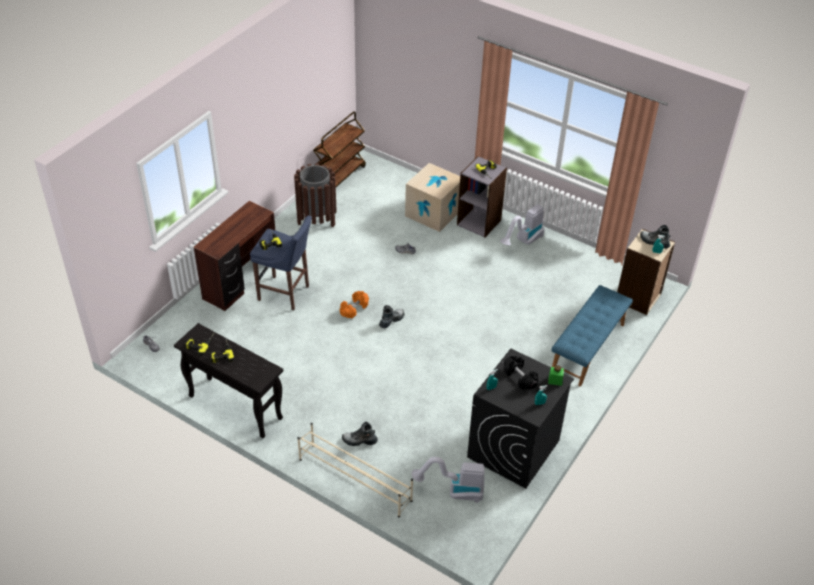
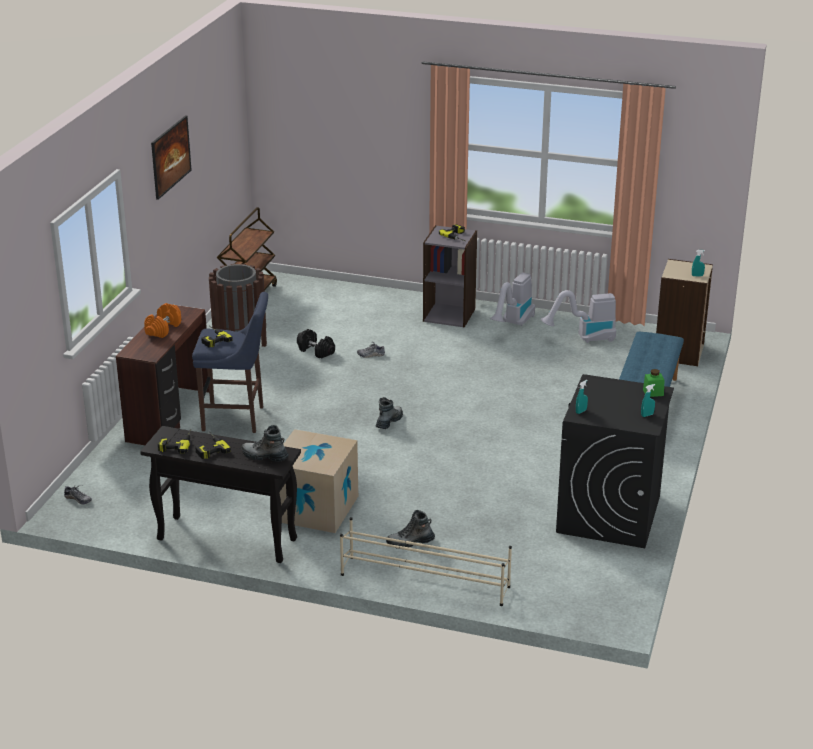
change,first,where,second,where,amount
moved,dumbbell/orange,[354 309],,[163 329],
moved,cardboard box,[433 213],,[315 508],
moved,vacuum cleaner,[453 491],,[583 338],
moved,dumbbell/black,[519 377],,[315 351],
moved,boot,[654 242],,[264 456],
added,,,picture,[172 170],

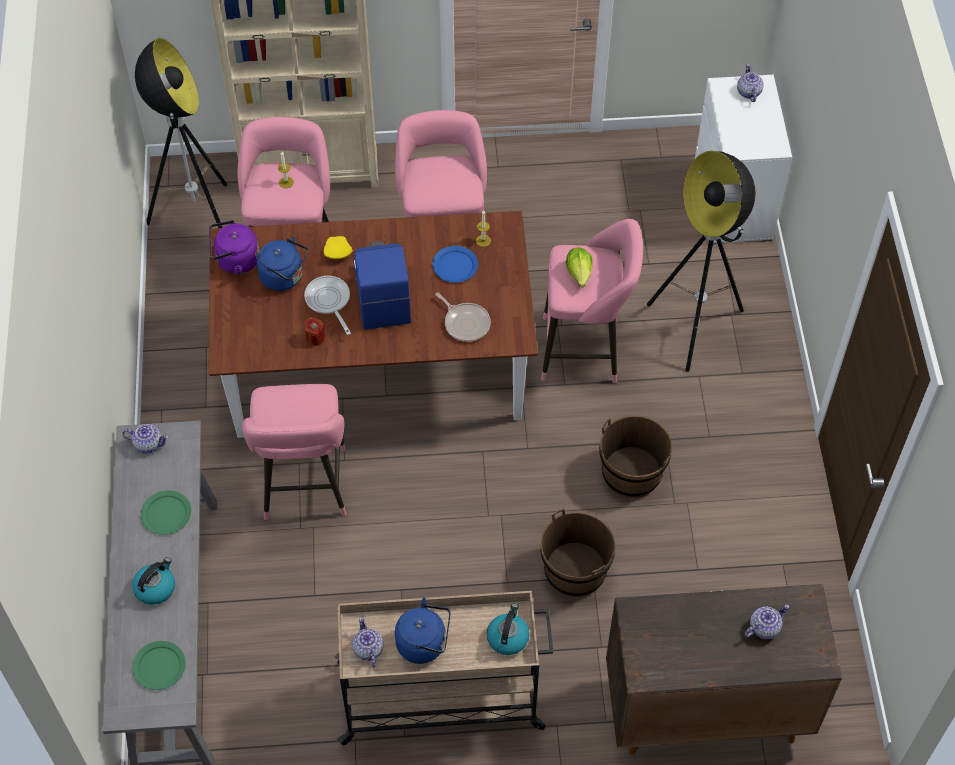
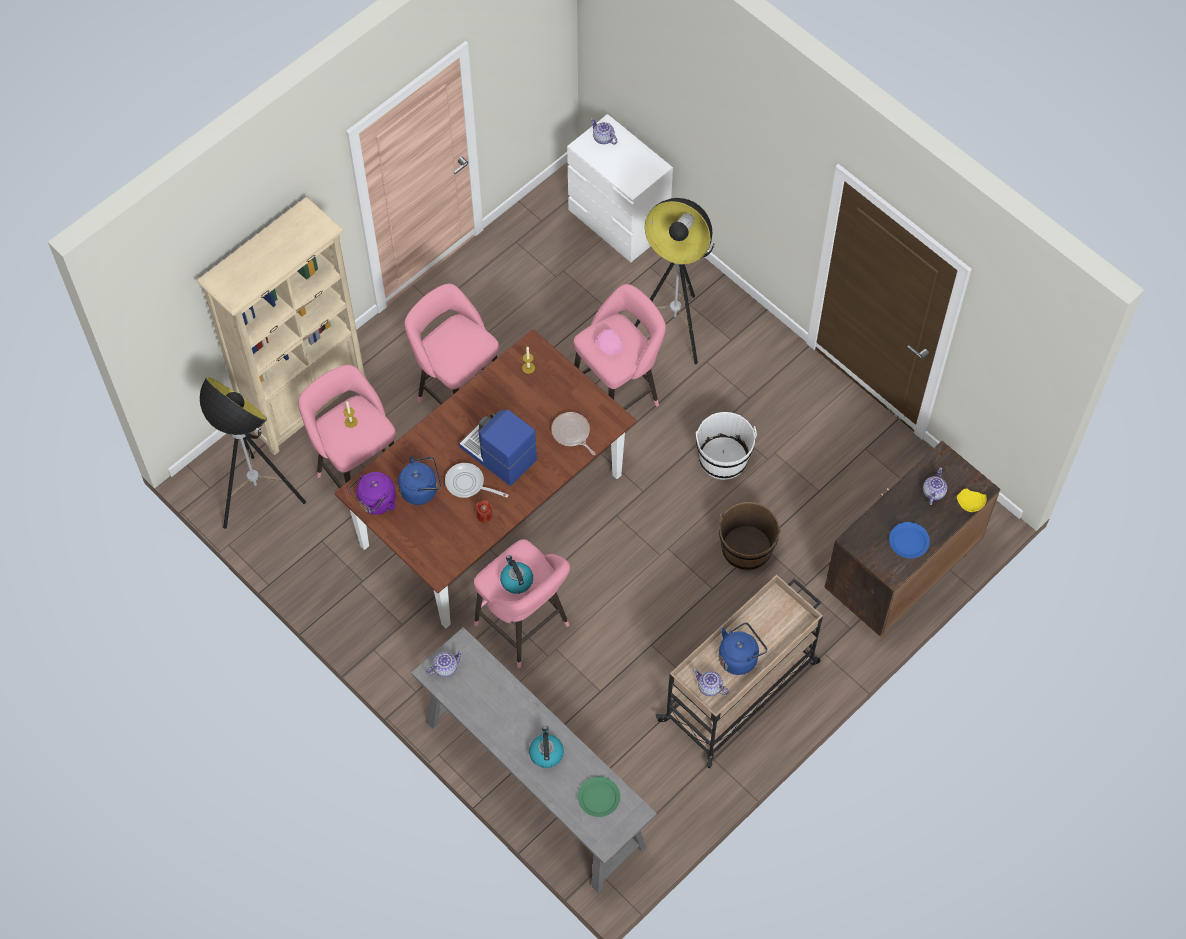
change,first,where,second,where,amount
removed,plate/green,[166 513],,,
moved,plate/yellow,[337 253],,[970 503],
moved,plate/blue,[454 265],,[908 541],
turned,frying pan,[465 323],,[572 433],135 degrees counterclockwise
moved,kettle,[507 637],,[516 580],
replaced,lettuce,[579 273],plate/pink,[610 346],
recoloured,bucket/brown,[631 473],bucket/white,[723 458],

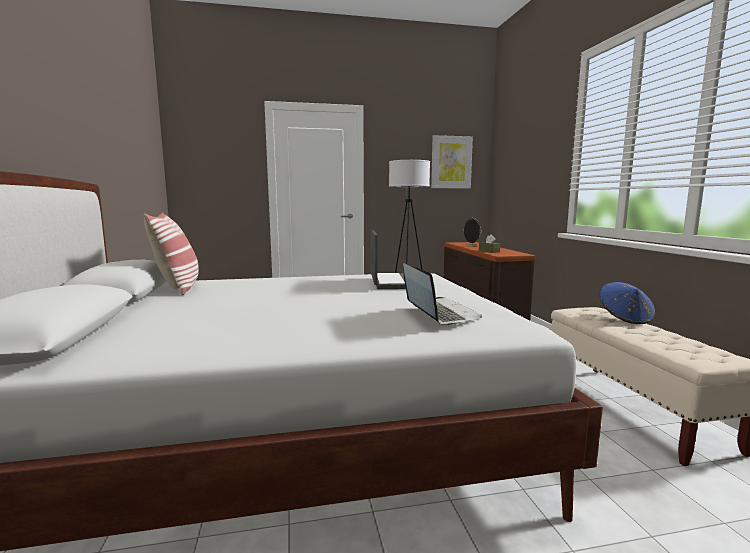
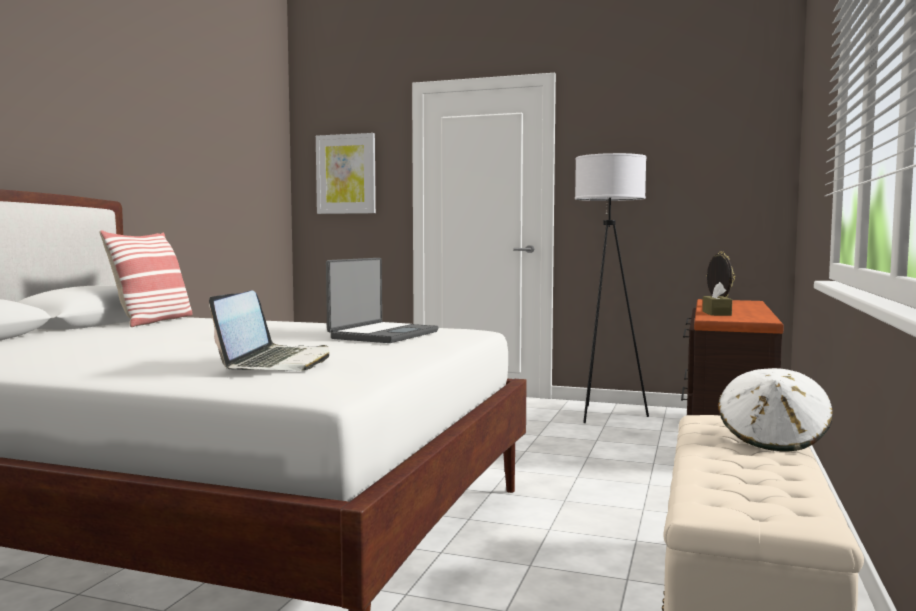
change,first,where,second,where,amount
moved,picture,[451 162],,[346 174],
recoloured,hat/blue,[624 318],hat/white,[773 440],

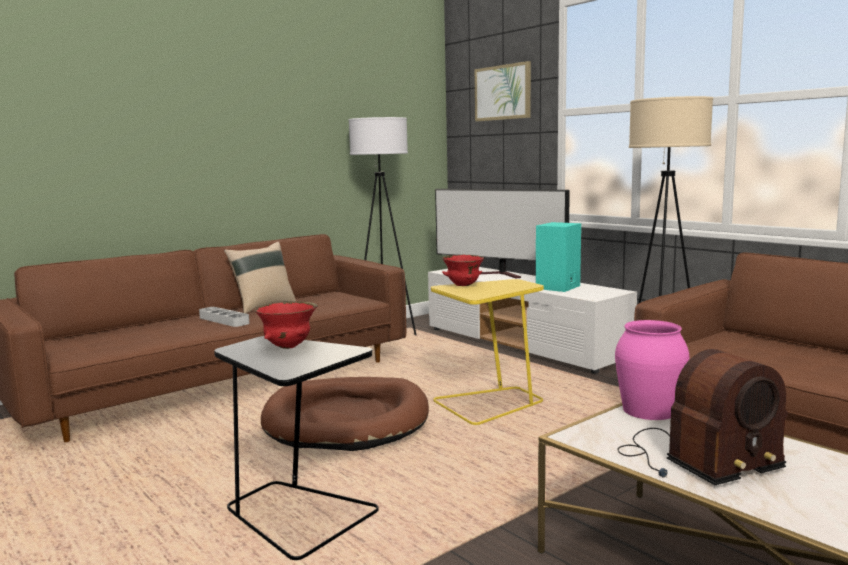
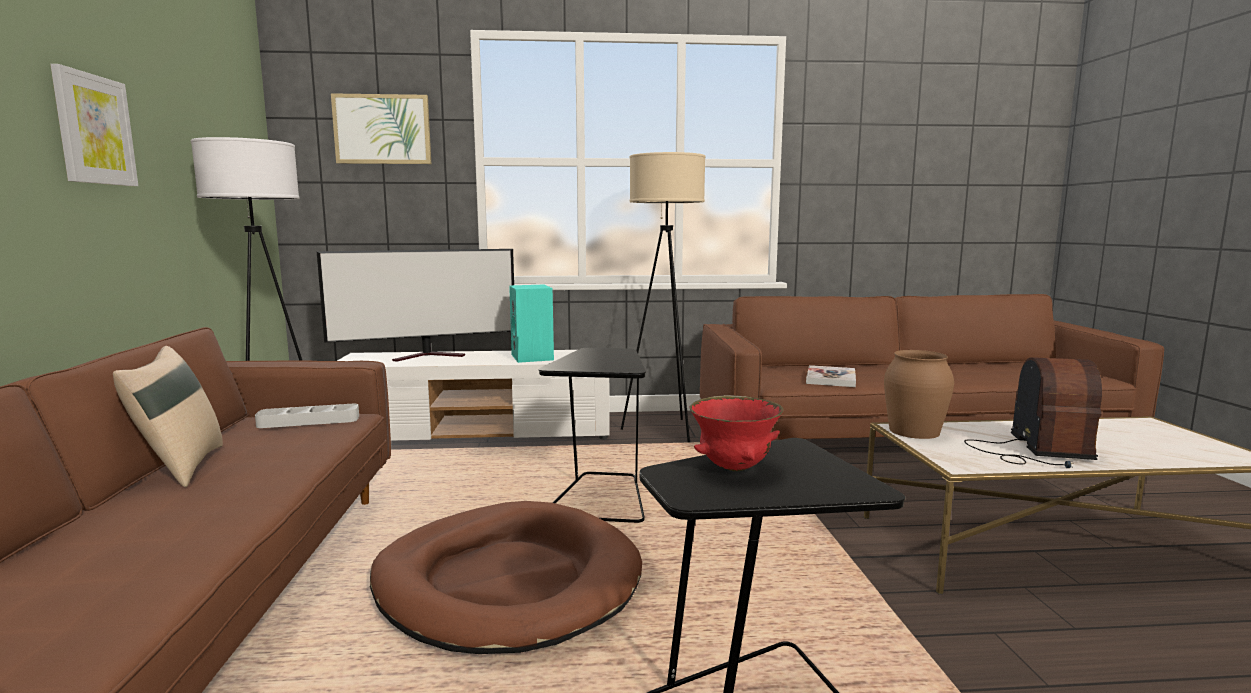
change,first,where,second,where,amount
moved,tray/grey,[224 320],,[309 421],
recoloured,side table/yellow,[489 404],side table/black,[600 498],
removed,bowl/red,[463 286],,,
recoloured,vase/pink,[650 410],vase/brown,[915 431],
added,,,picture,[93 130],
added,,,book,[831 378],

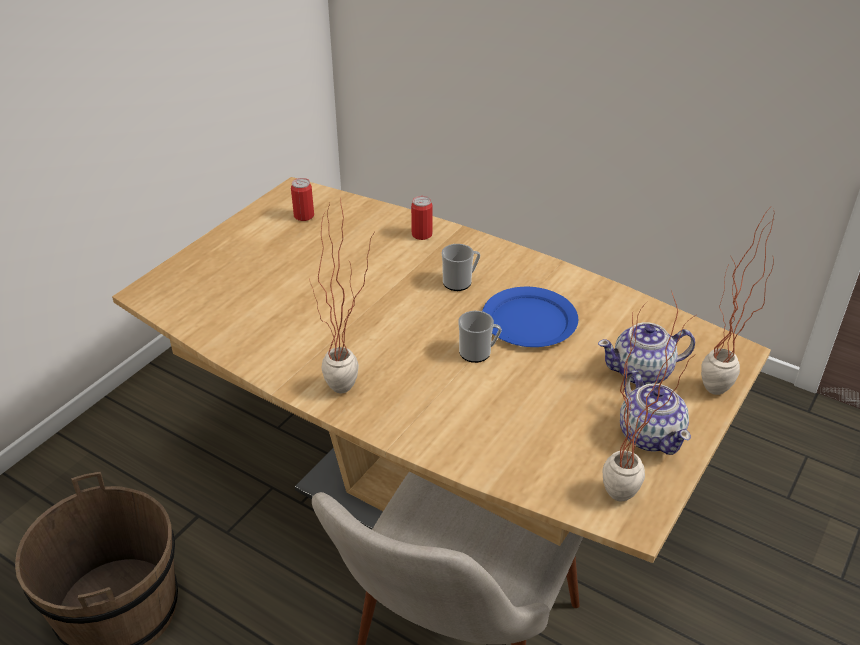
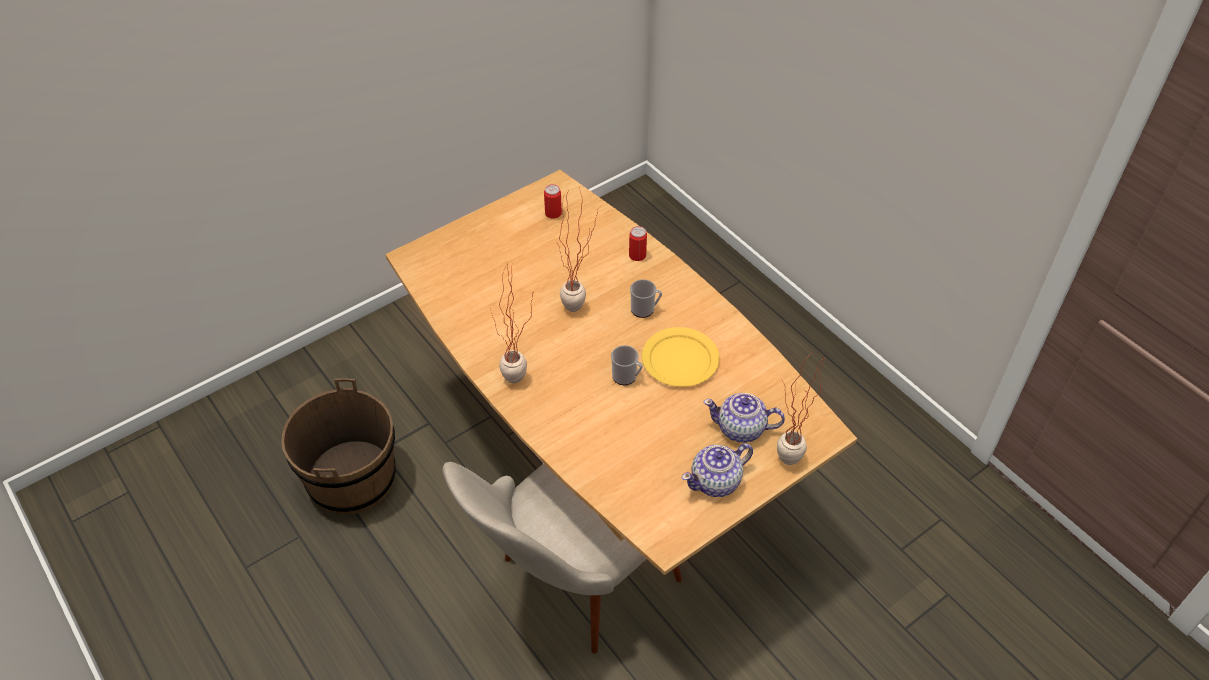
change,first,where,second,where,amount
recoloured,plate/blue,[528 321],plate/yellow,[679 359],
moved,potted plant,[632 495],,[581 310],
turned,teapot,[650 435],,[716 481],60 degrees clockwise

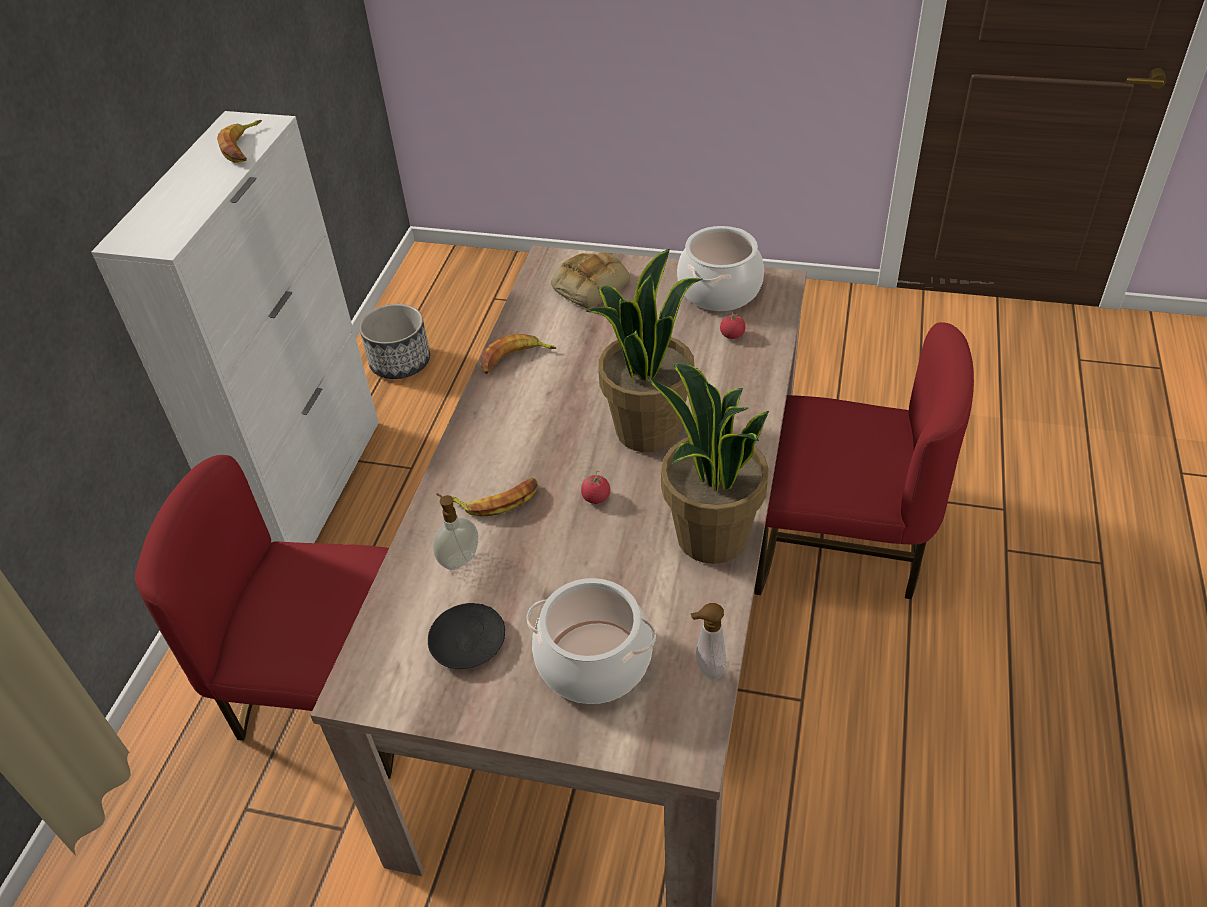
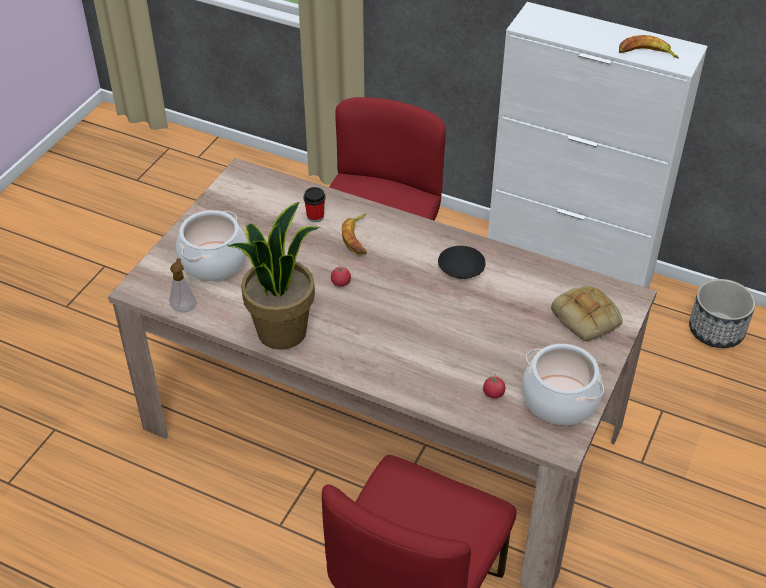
change,first,where,second,where,amount
moved,plate/black,[469 641],,[461 267],
replaced,soap dispenser,[459 559],cup,[315 216],
removed,banana,[514 359],,,
removed,potted plant,[647 429],,,

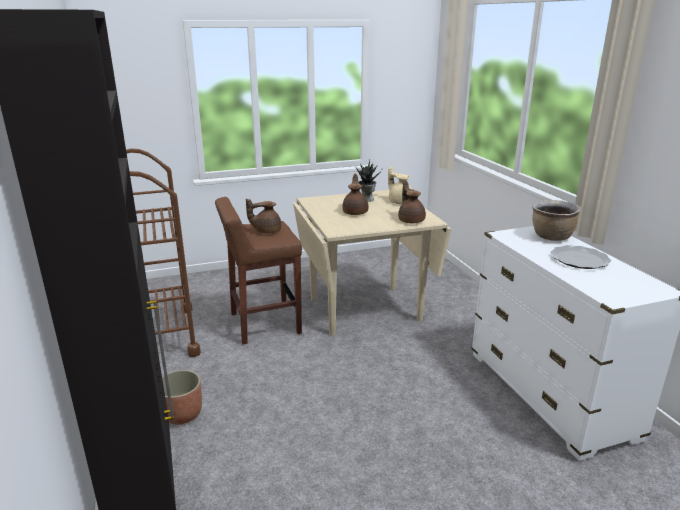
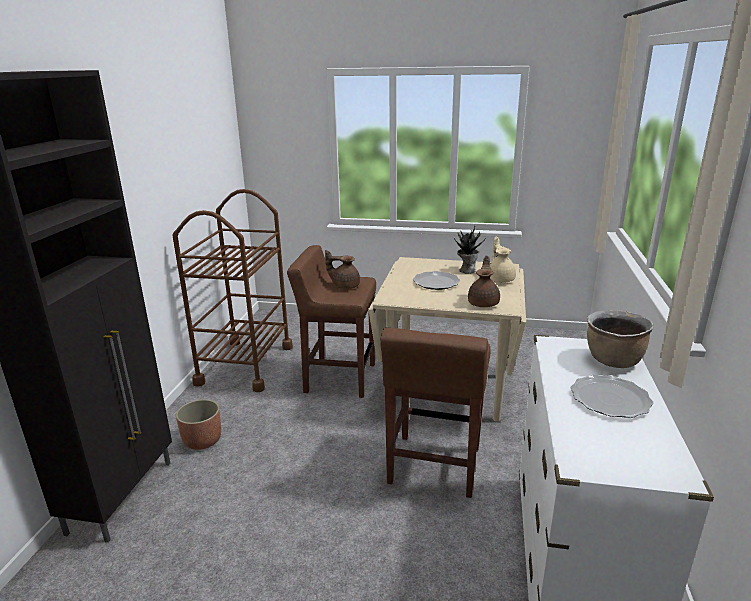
change,first,where,second,where,amount
replaced,teapot/brown,[355 212],plate,[436 282],
added,,,stool/brown,[434 466],

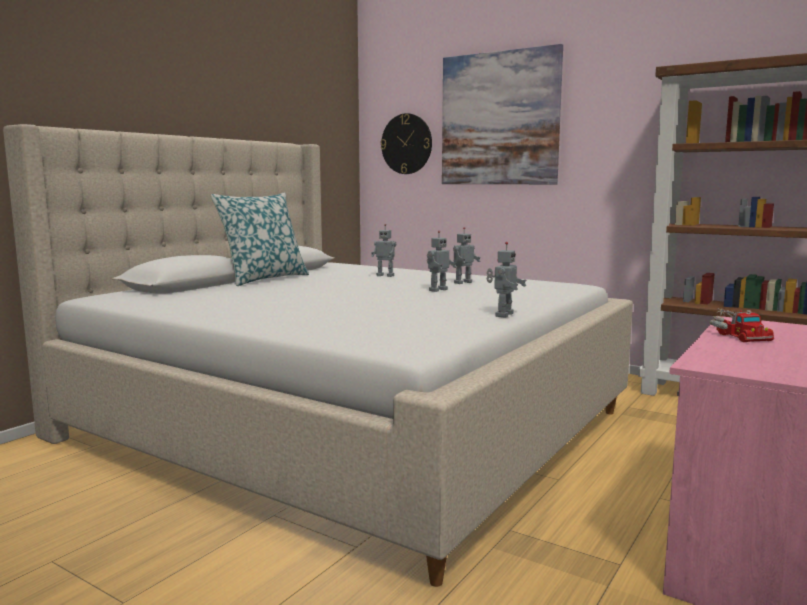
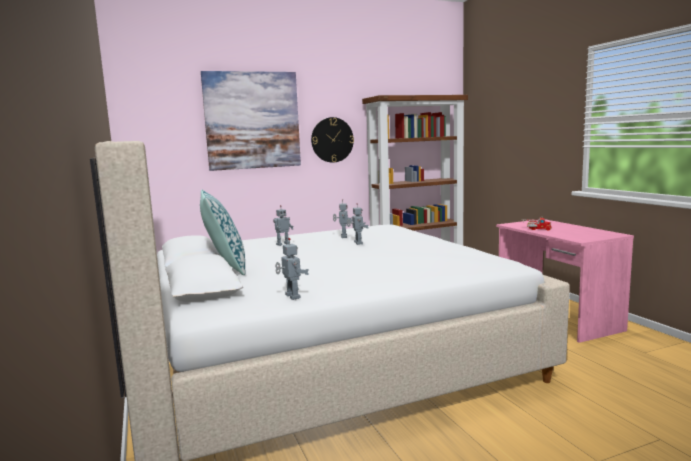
change,first,where,second,where,amount
moved,wall clock,[406 144],,[332 140],
moved,toy robot,[503 315],,[291 296],

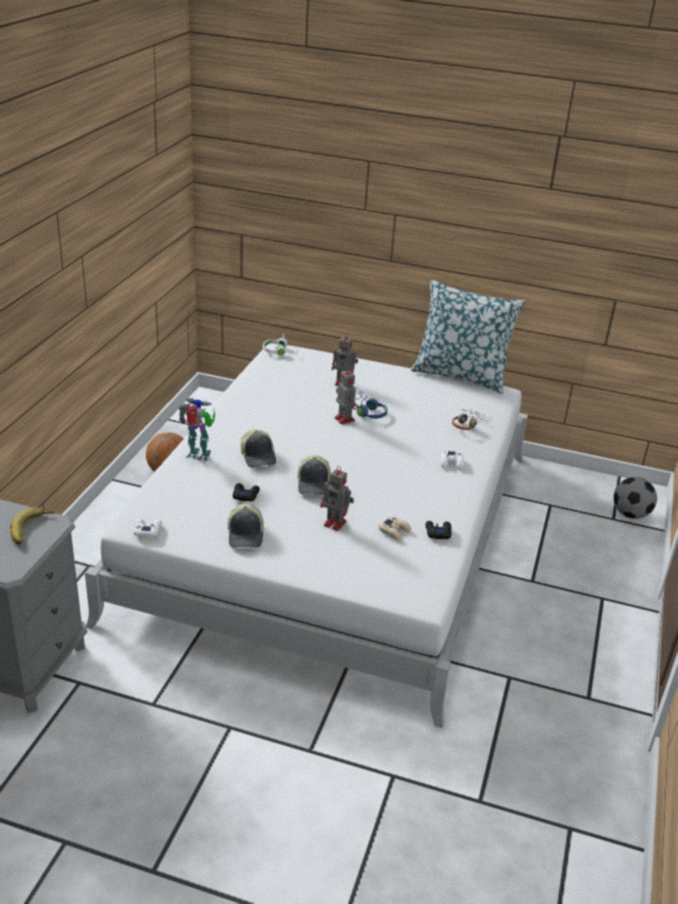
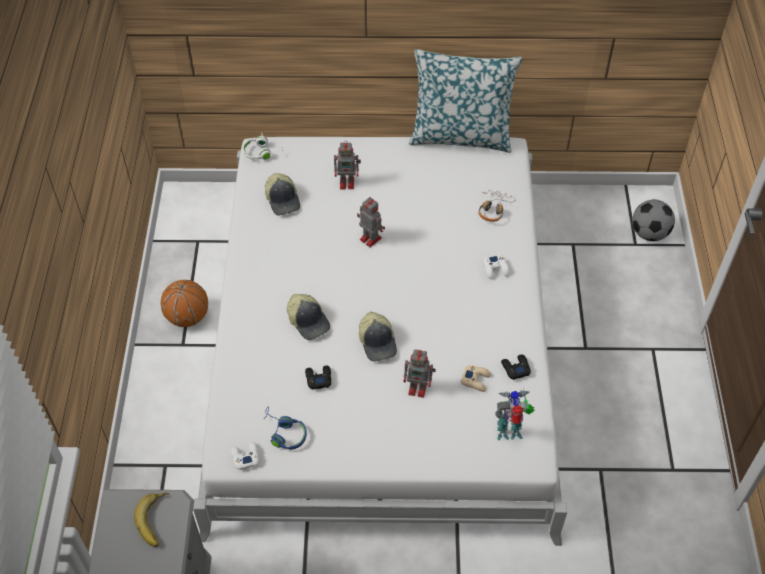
change,first,where,second,where,amount
moved,toy robot,[199 456],,[510 433],
moved,cap,[246 535],,[283 200],
moved,headphones/blue,[368 412],,[284 433],

